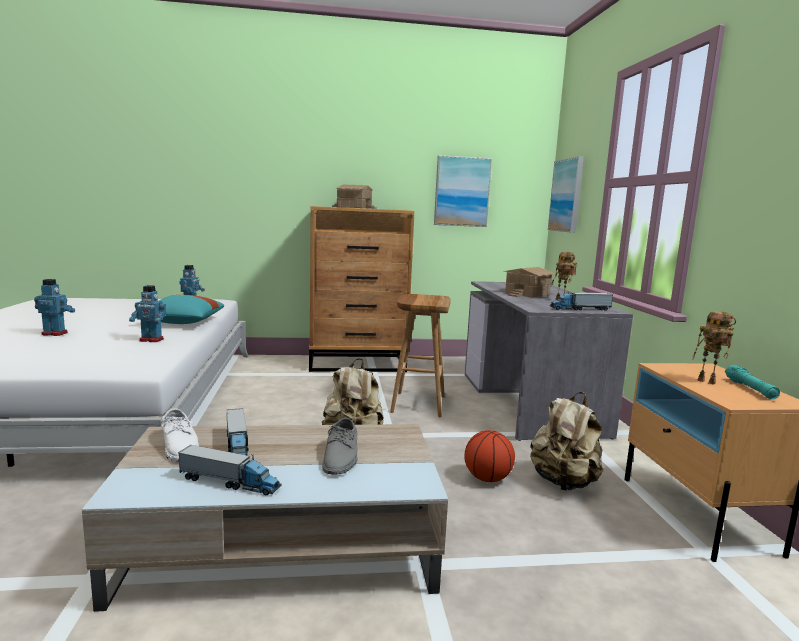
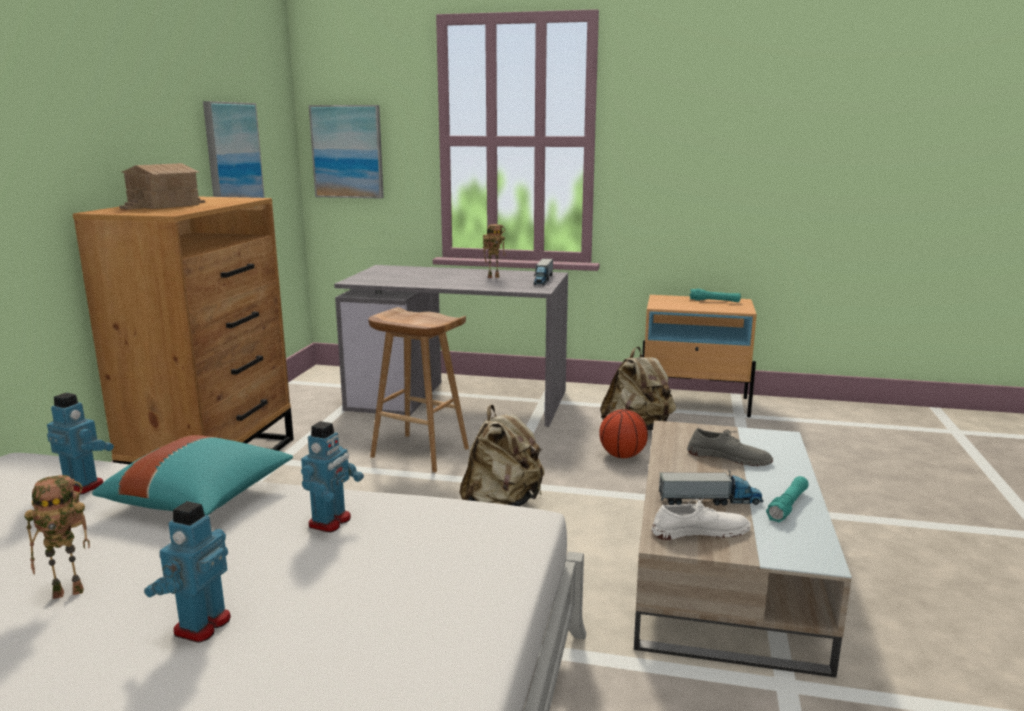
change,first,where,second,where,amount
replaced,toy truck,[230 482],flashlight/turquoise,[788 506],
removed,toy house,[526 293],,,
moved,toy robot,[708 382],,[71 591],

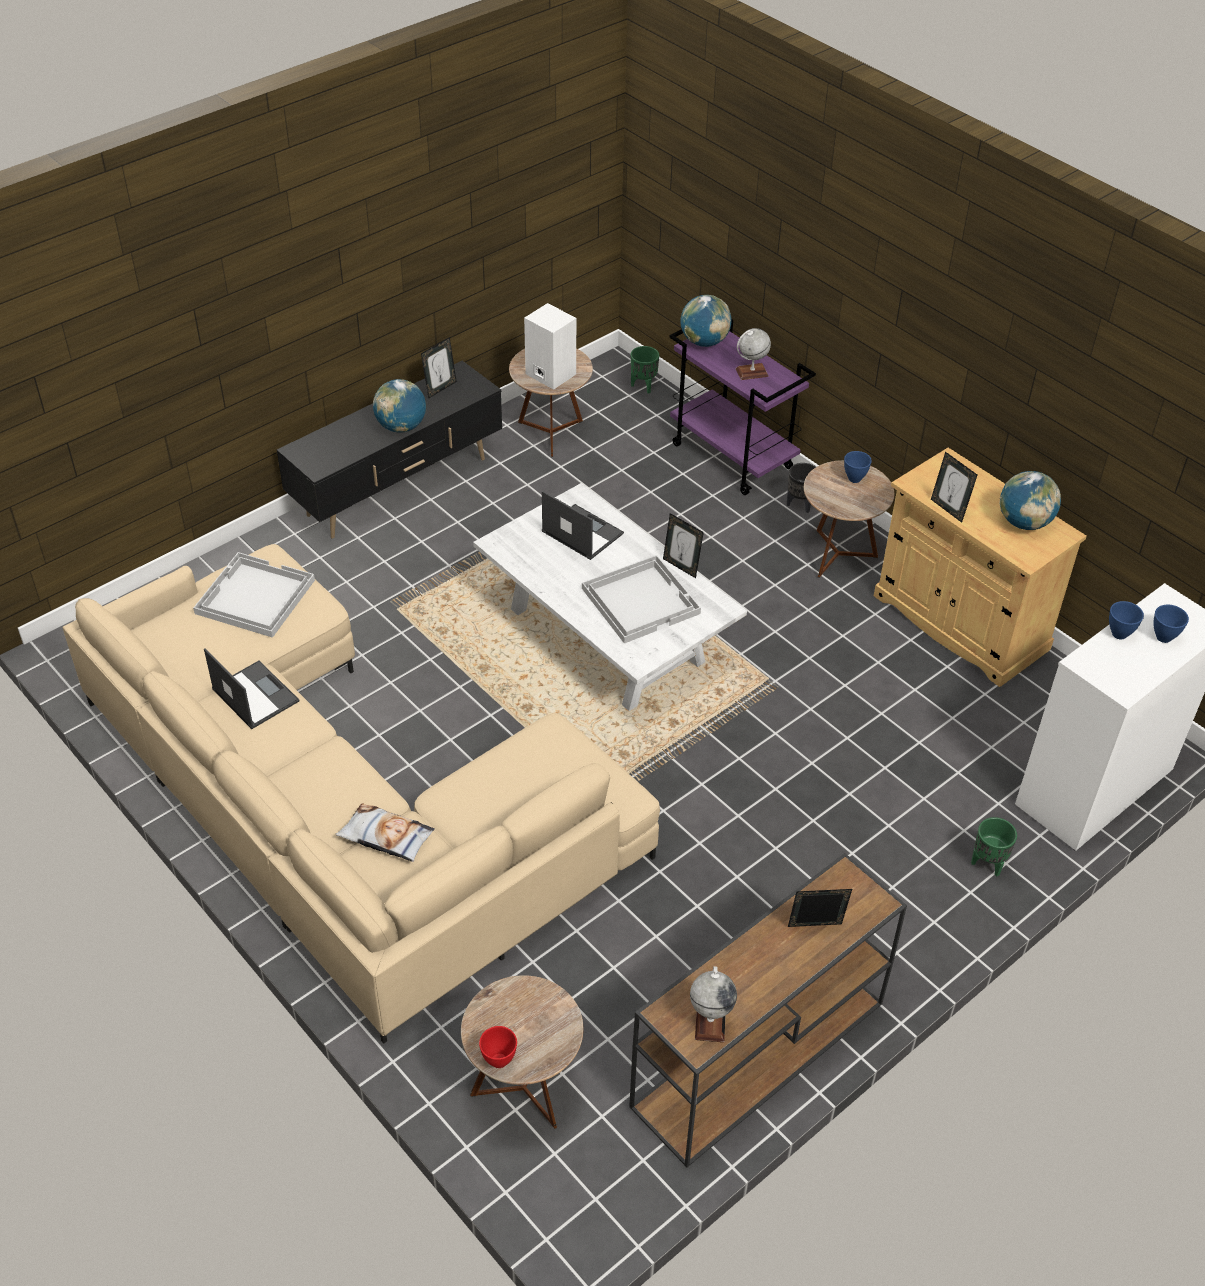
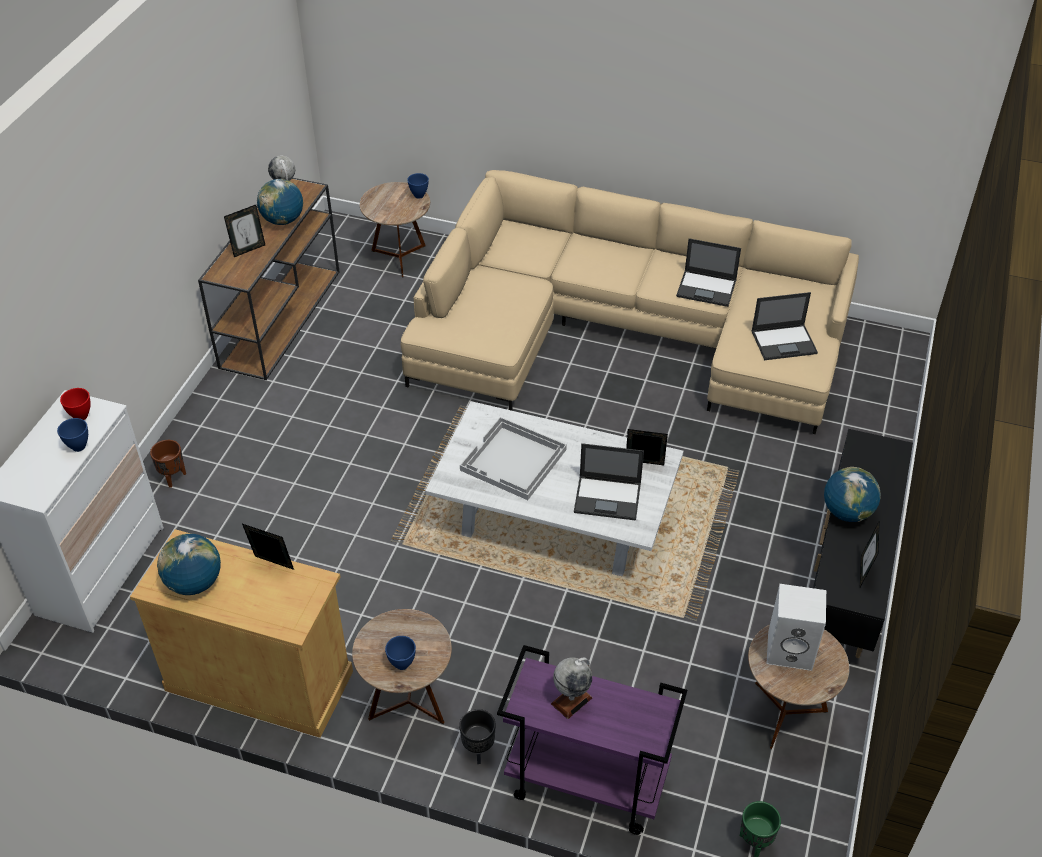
change,first,where,second,where,amount
replaced,tray/white,[254 597],laptop,[784 342],
removed,pillow,[386 837],,,
moved,bowl/red,[500 1061],,[80 416],
moved,picture frame,[681 566],,[644 465],
moved,globe,[704 342],,[283 220],
recoloured,planter/green,[988 864],planter/brown,[173 477],
moved,bowl/blue,[1163 637],,[419 196],

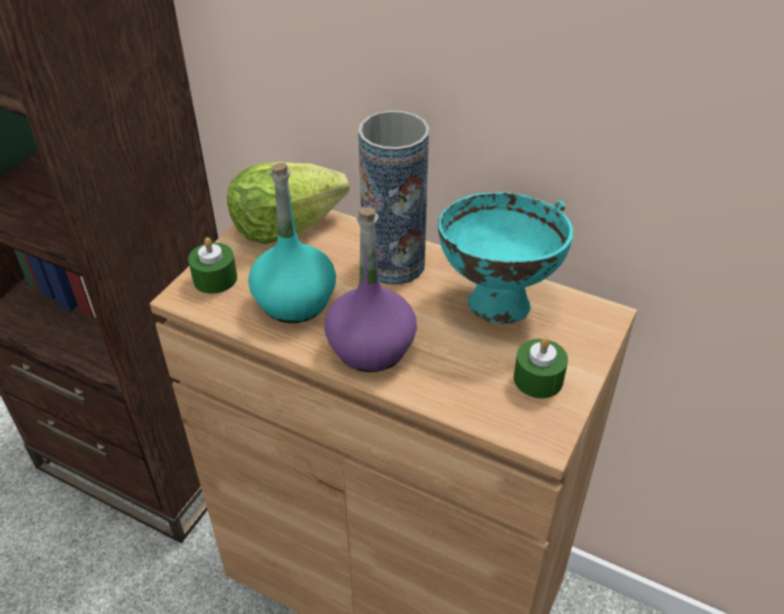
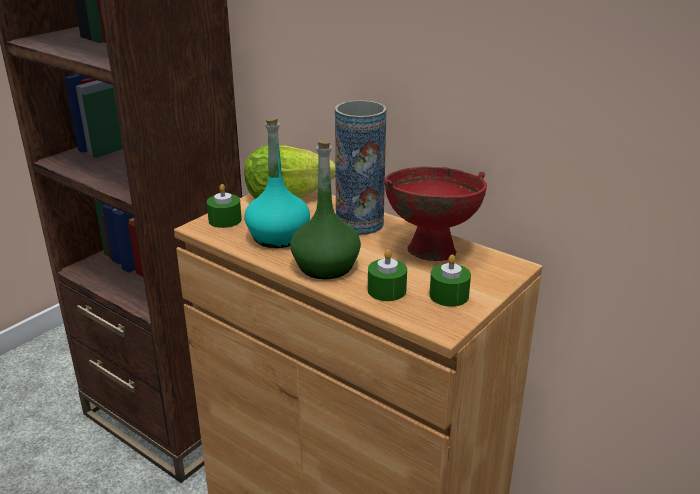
change,first,where,second,where,amount
recoloured,bottle/purple,[371 347],bottle/green,[325 266],
recoloured,bowl/turquoise,[495 302],bowl/red,[429 251],
added,,,candle/green,[386 290],

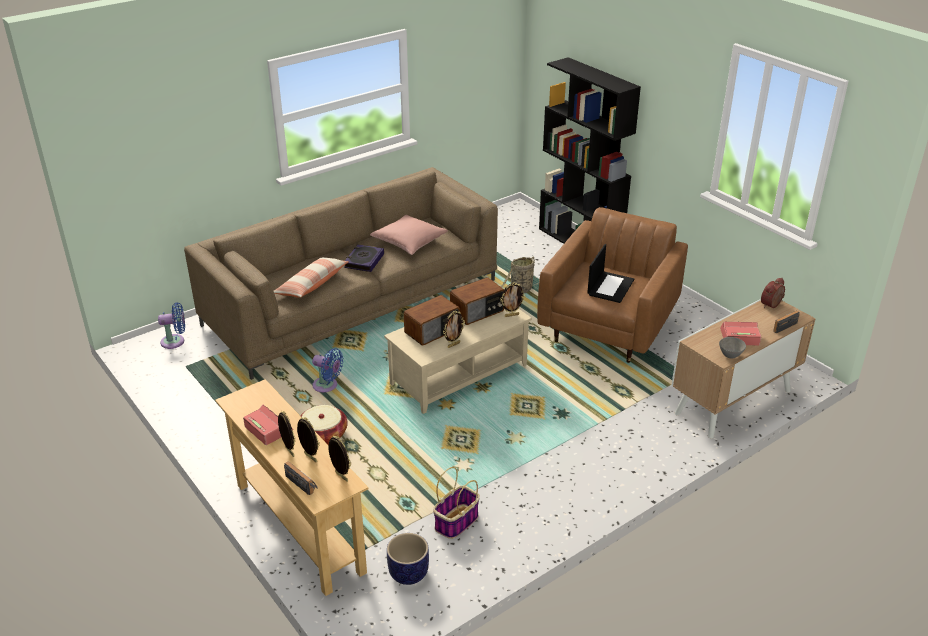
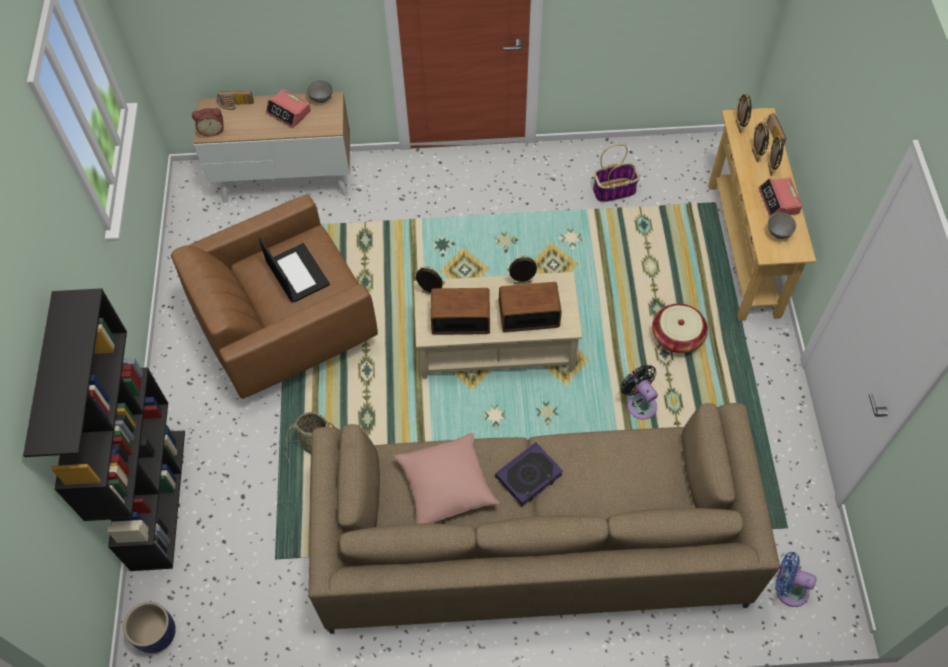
change,first,where,second,where,amount
removed,pillow,[311 284],,,
recoloured,fan/blue,[327 386],fan/black,[639 403],
moved,planter,[409 573],,[156 634],
turned,laptop,[610 287],,[296 273],90 degrees clockwise
added,,,bowl/grey,[778 233],

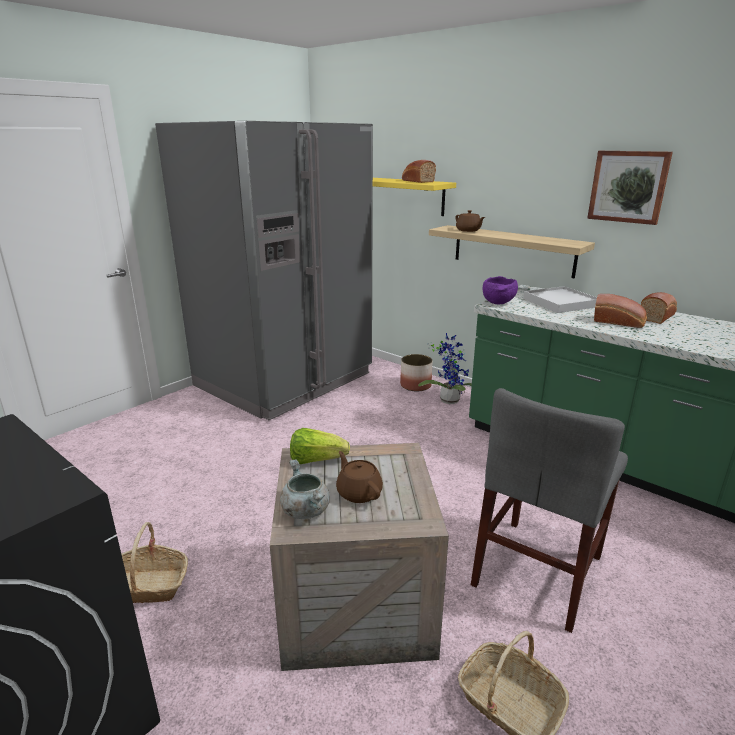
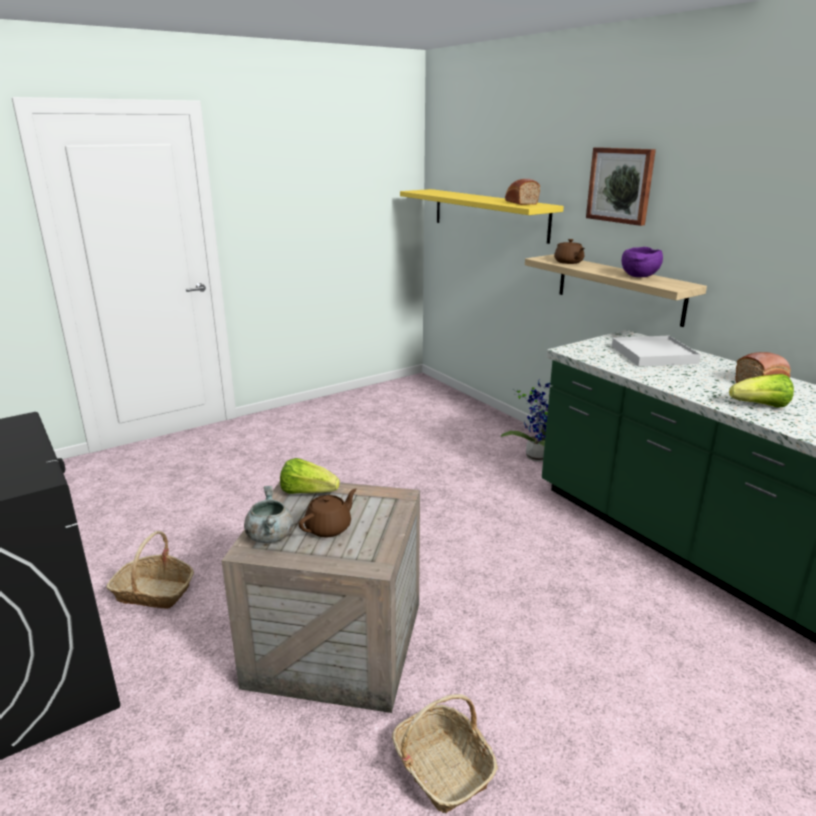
change,first,where,second,where,amount
removed,fridge/grey,[284 380],,,
turned,teapot/brown,[359 492],,[329 528],60 degrees clockwise
removed,planter,[416 385],,,
removed,chair/grey,[538 570],,,
moved,bowl/purple,[498 303],,[639 277],
moved,picture,[628 186],,[620 185],
removed,bread,[619 322],,,
added,,,lettuce,[761 406],

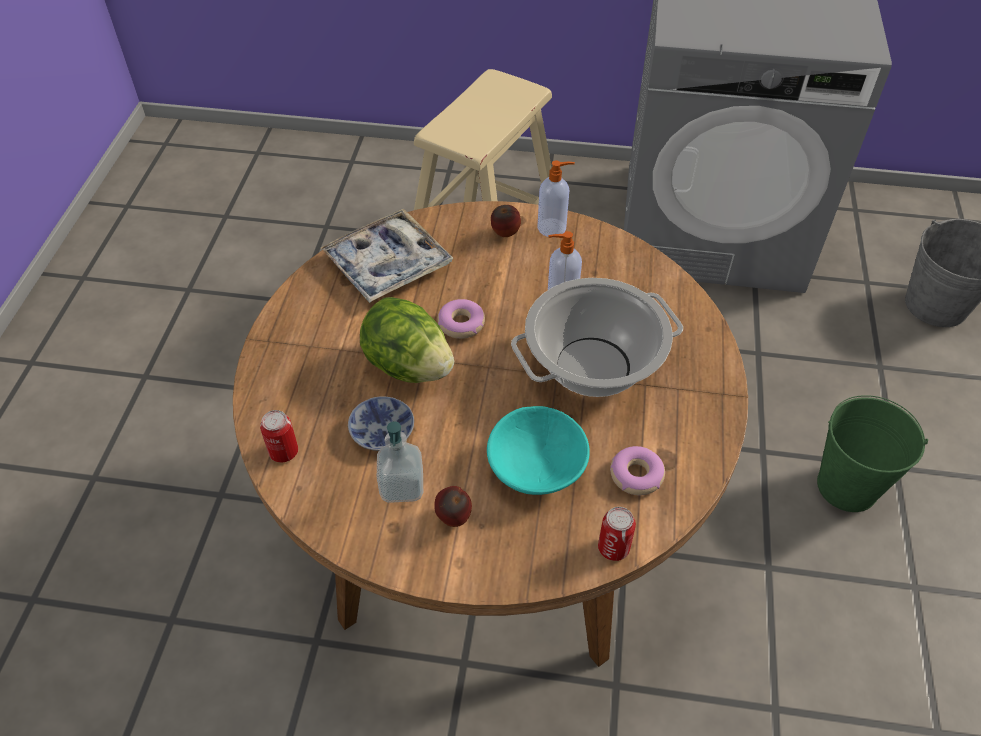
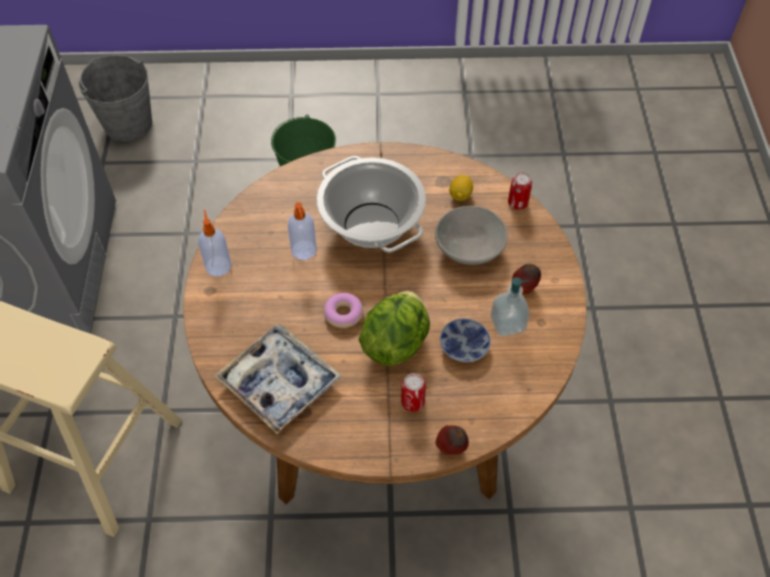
change,first,where,second,where,amount
moved,can,[283 452],,[412 402],
recoloured,bowl/turquoise,[537 467],bowl/grey,[469 248],
moved,apple,[505 234],,[451 448],
replaced,donut,[636 475],lemon,[460 195],

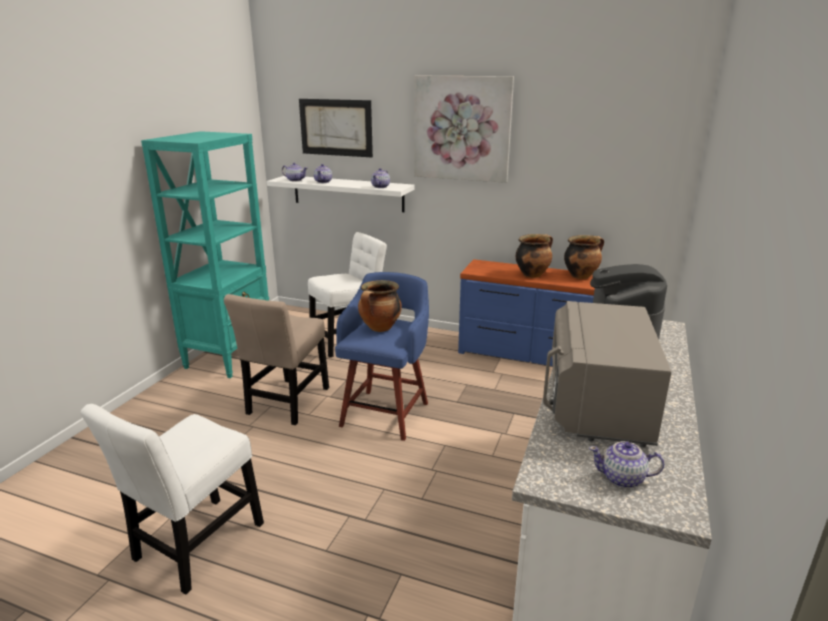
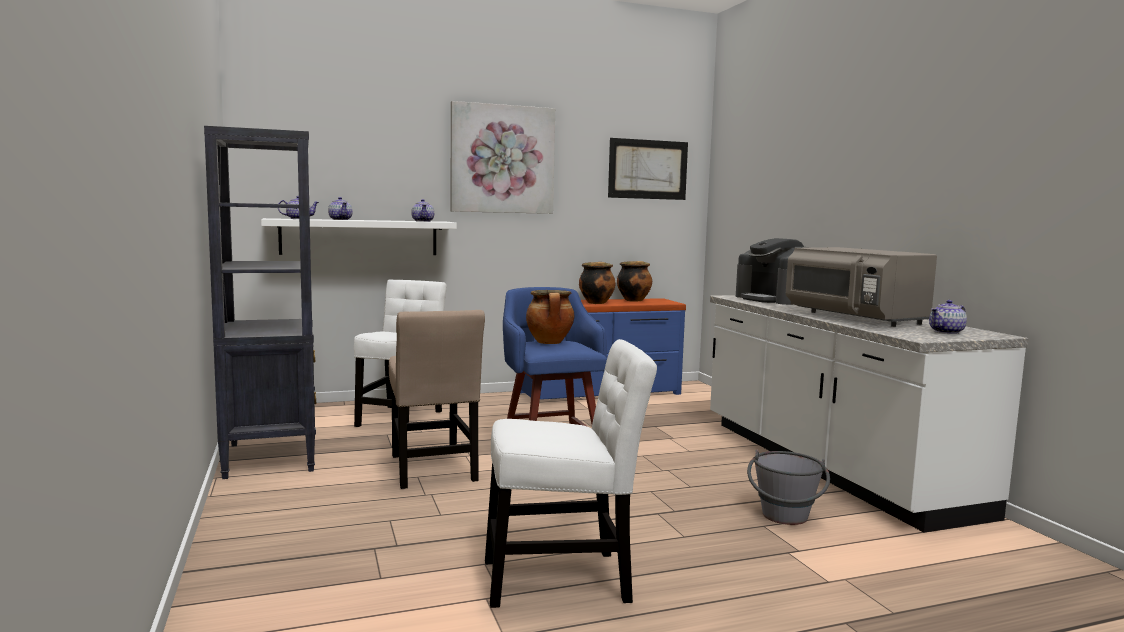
change,first,where,second,where,amount
turned,chair/white,[195 546],,[564 579],90 degrees counterclockwise
recoloured,bookcase/turquoise,[230 357],bookcase/black,[271 457],
moved,picture,[336 127],,[648 169],
added,,,bucket/grey,[784 519],

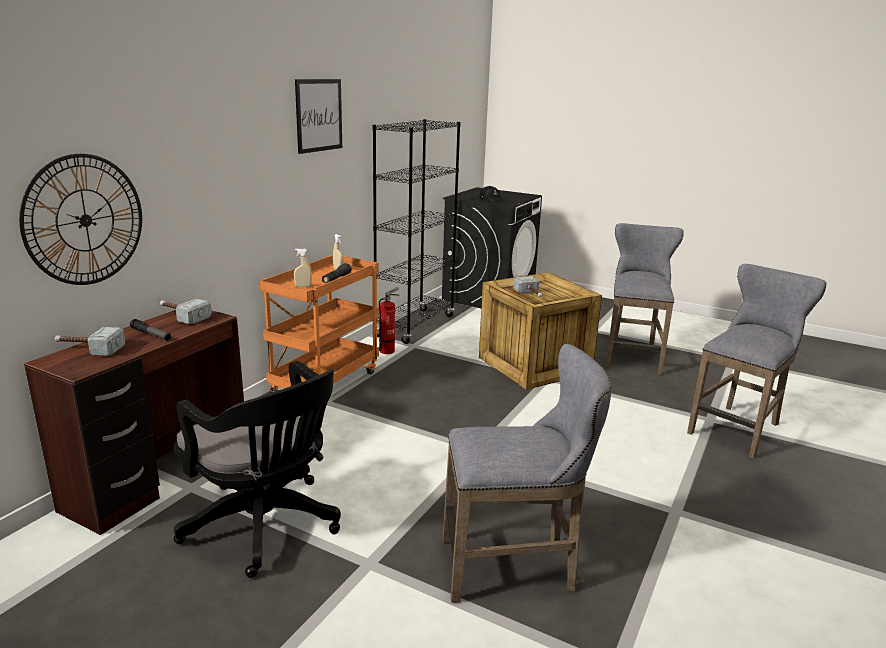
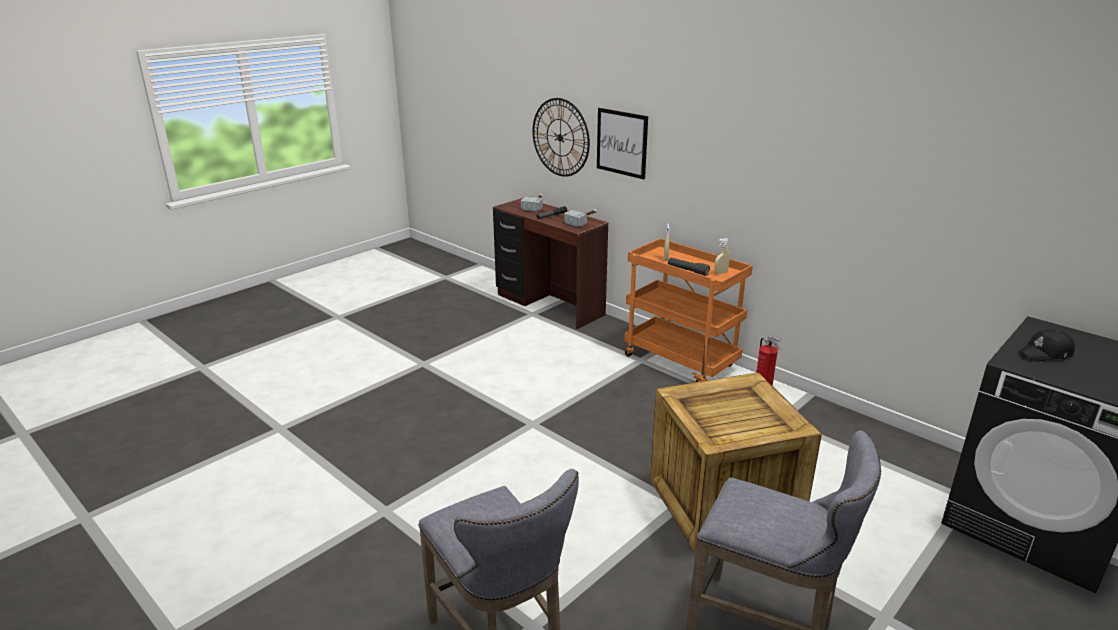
change,first,where,second,where,amount
removed,office chair/black,[266 526],,,
moved,picture,[319 115],,[622 143],
removed,bookcase/black,[415 326],,,
removed,stool/grey,[515 567],,,
removed,hammer,[531 294],,,

